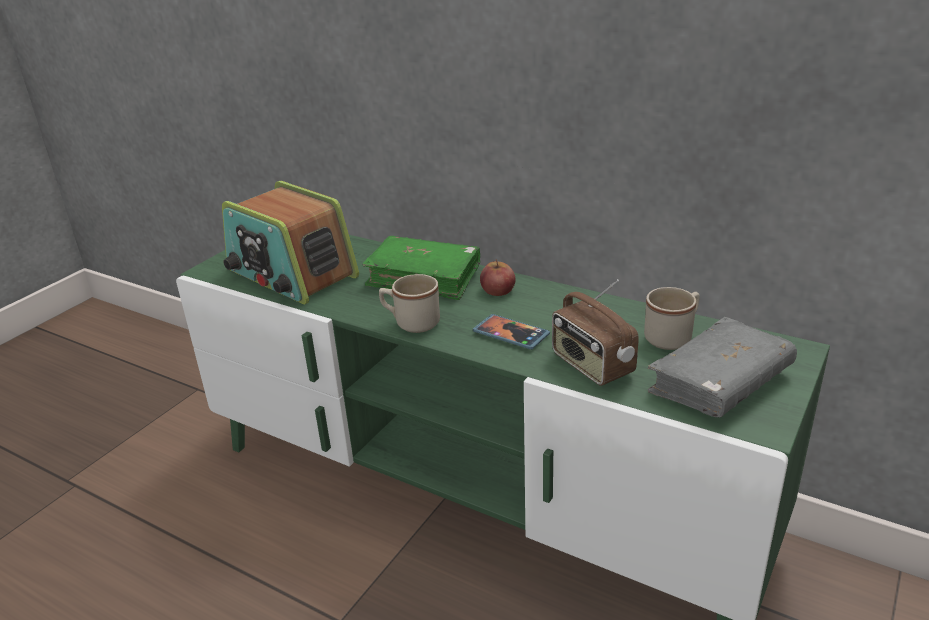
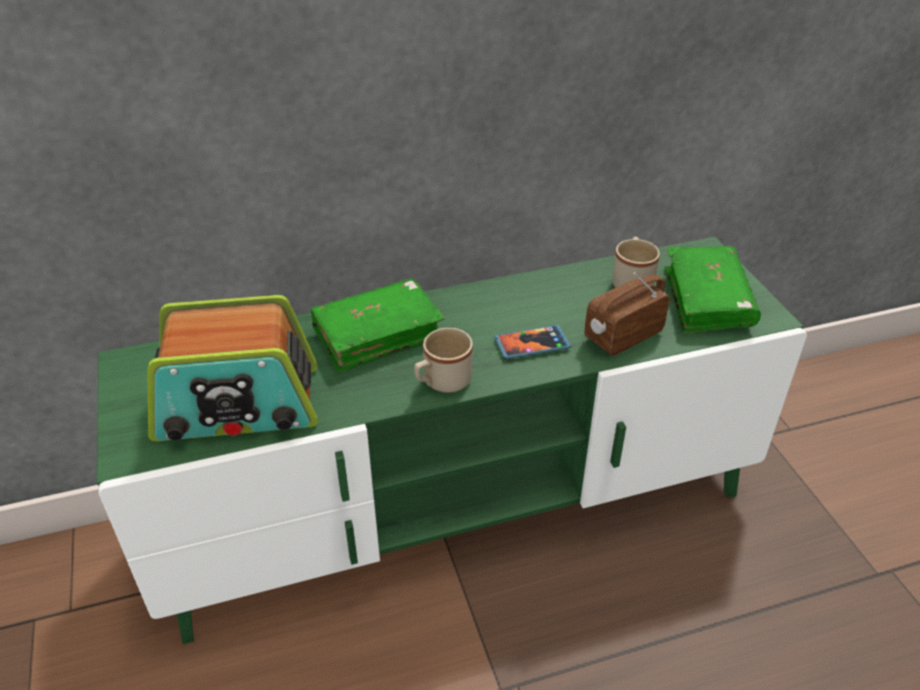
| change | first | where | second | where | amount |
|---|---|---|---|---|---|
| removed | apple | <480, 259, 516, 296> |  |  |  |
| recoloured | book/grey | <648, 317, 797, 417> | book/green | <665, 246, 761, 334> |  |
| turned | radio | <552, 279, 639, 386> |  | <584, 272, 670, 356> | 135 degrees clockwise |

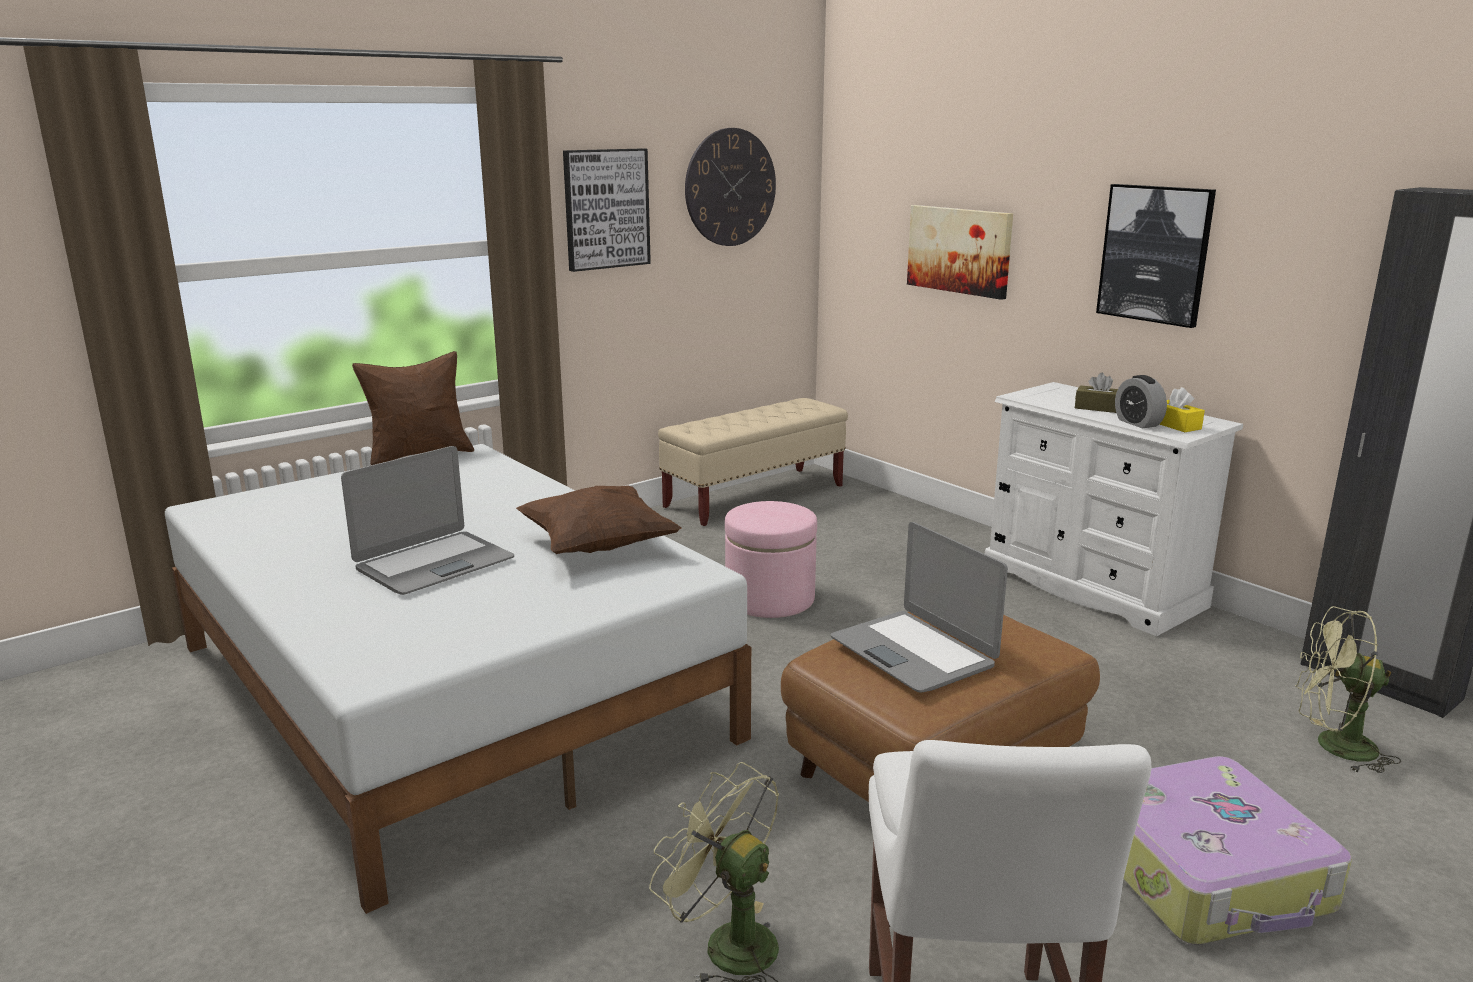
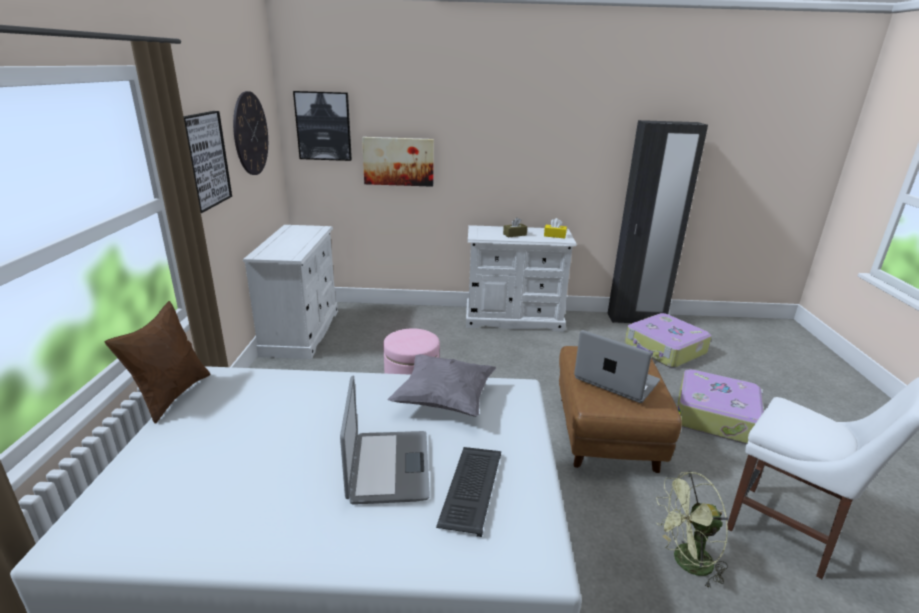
| change | first | where | second | where | amount |
|---|---|---|---|---|---|
| removed | alarm clock | <1115, 375, 1167, 428> |  |  |  |
| added |  |  | keyboard | <436, 447, 501, 537> |  |
| moved | picture | <1096, 184, 1216, 328> |  | <293, 91, 352, 161> |  |
| replaced | bench/beige | <658, 398, 848, 526> | dresser/white | <243, 225, 338, 359> |  |
| replaced | fan/green | <1295, 606, 1401, 773> | suitcase | <625, 313, 712, 368> |  |
| recoloured | pillow/brown | <516, 485, 682, 554> | pillow/grey | <387, 354, 496, 417> |  |
| turned | laptop | <831, 522, 1008, 693> |  | <574, 330, 660, 403> | 150 degrees counterclockwise |

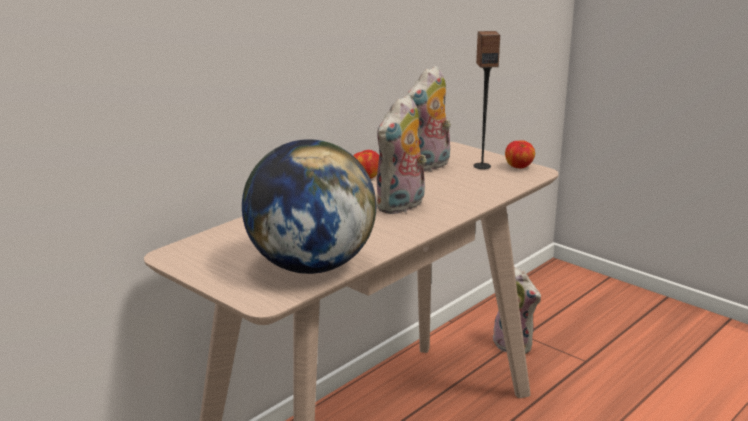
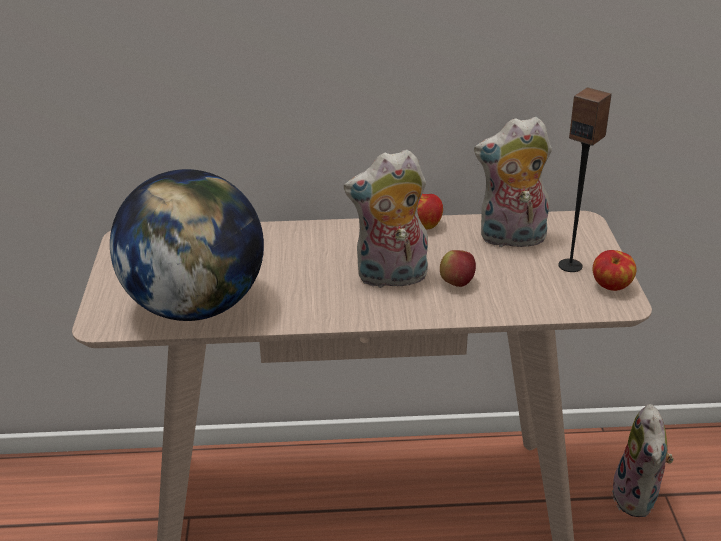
| change | first | where | second | where | amount |
|---|---|---|---|---|---|
| added |  |  | apple | <440, 250, 476, 287> |  |

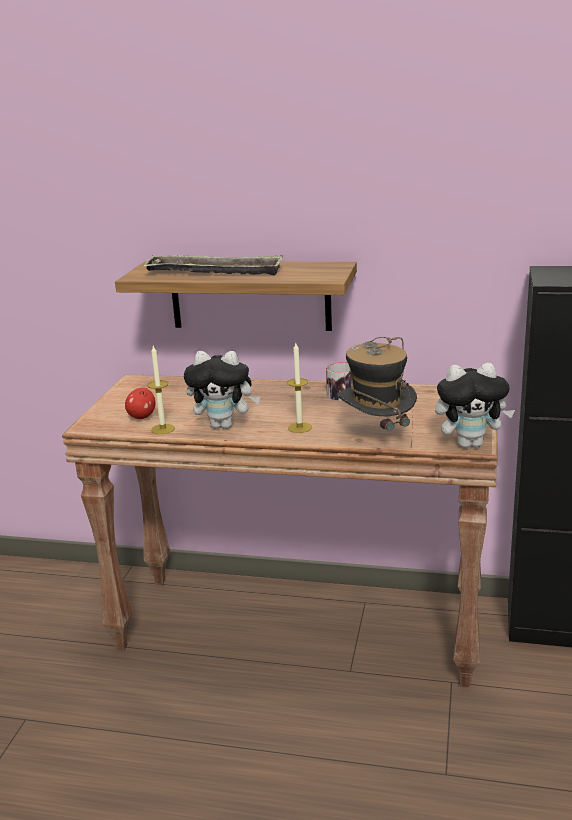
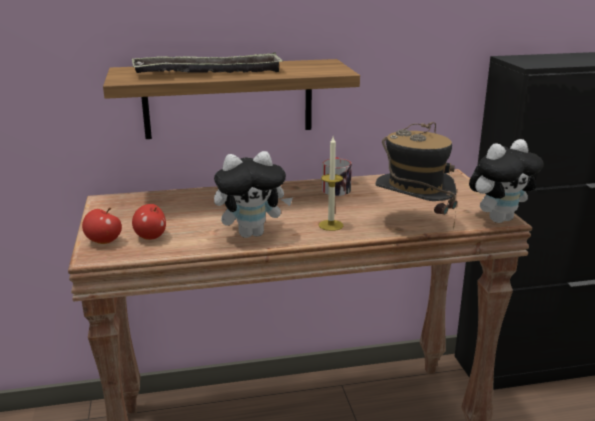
| change | first | where | second | where | amount |
|---|---|---|---|---|---|
| removed | candle | <147, 346, 175, 434> |  |  |  |
| added |  |  | apple | <82, 208, 122, 244> |  |

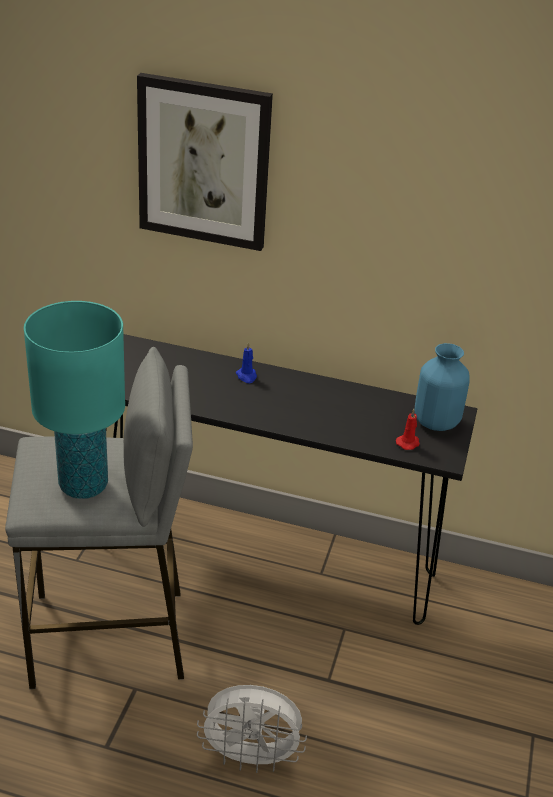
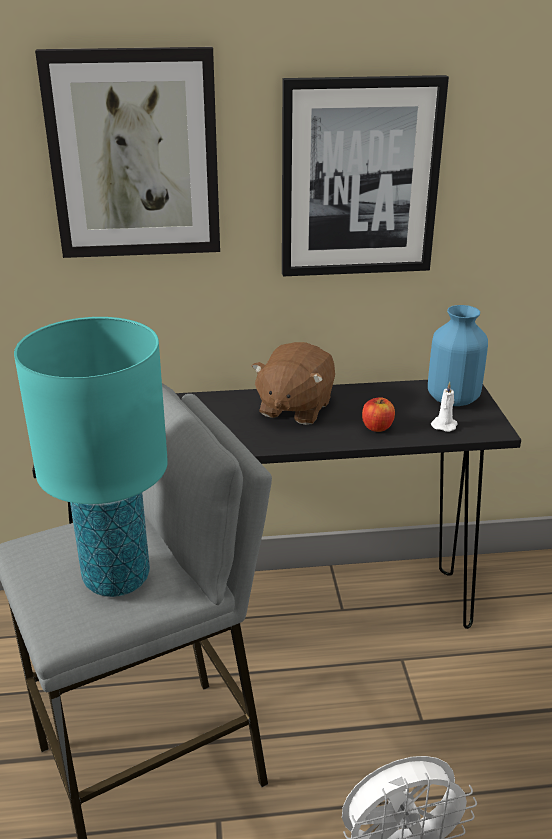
| change | first | where | second | where | amount |
|---|---|---|---|---|---|
| removed | candle/blue | <236, 342, 257, 383> |  |  |  |
| added |  |  | plush toy/brown | <252, 342, 335, 425> |  |
| added |  |  | picture | <282, 75, 449, 276> |  |
| added |  |  | apple | <362, 397, 395, 432> |  |
| recoloured | candle/red | <396, 409, 420, 450> | candle/white | <431, 382, 457, 432> |  |

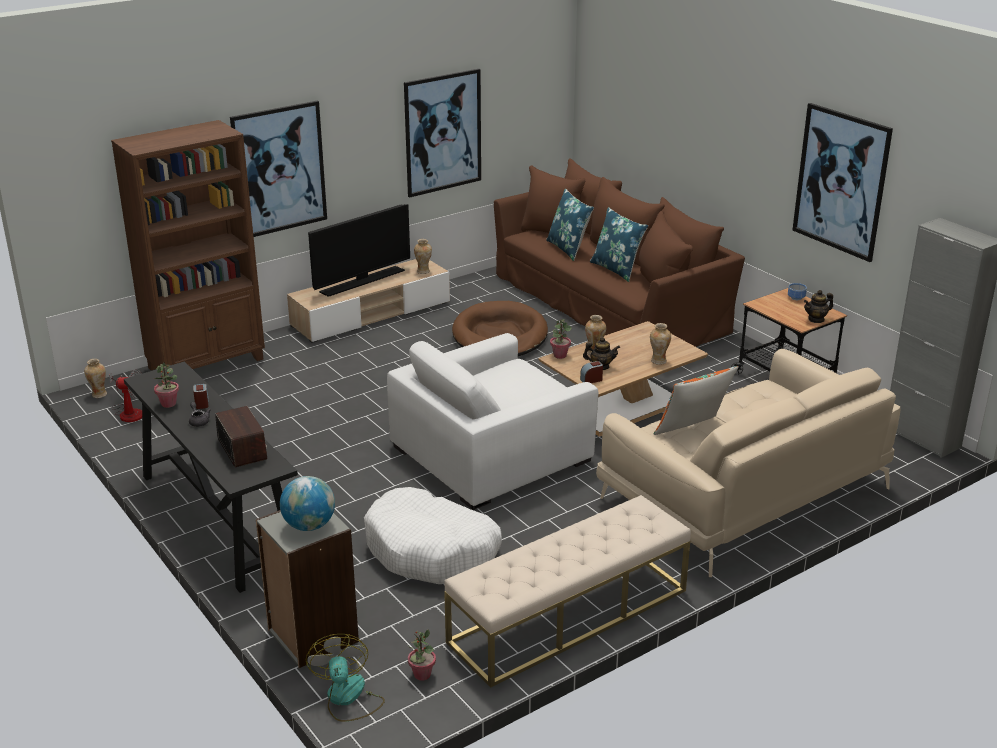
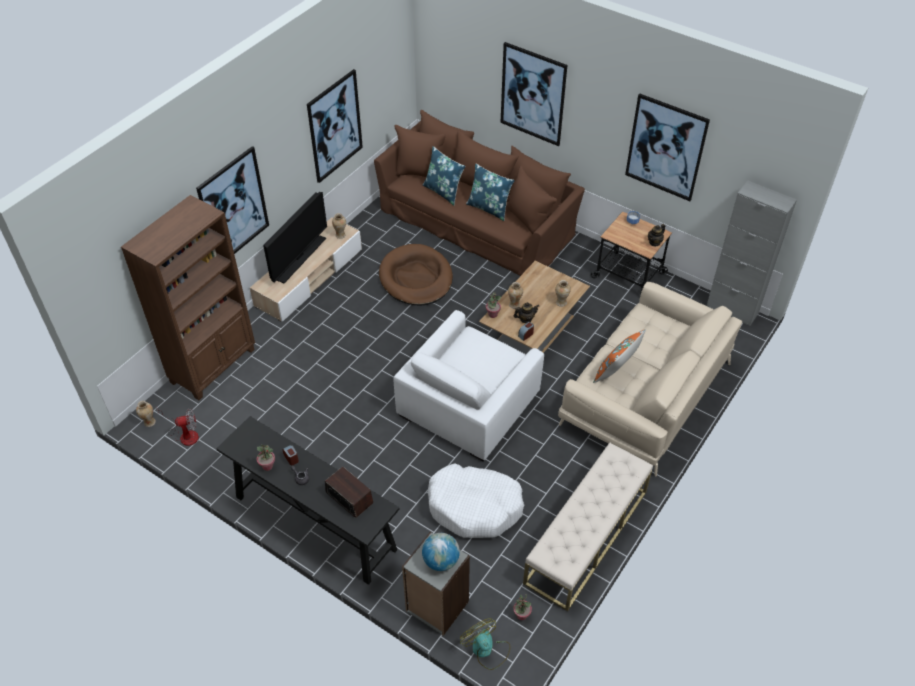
| change | first | where | second | where | amount |
|---|---|---|---|---|---|
| added |  |  | picture | <501, 42, 567, 146> |  |

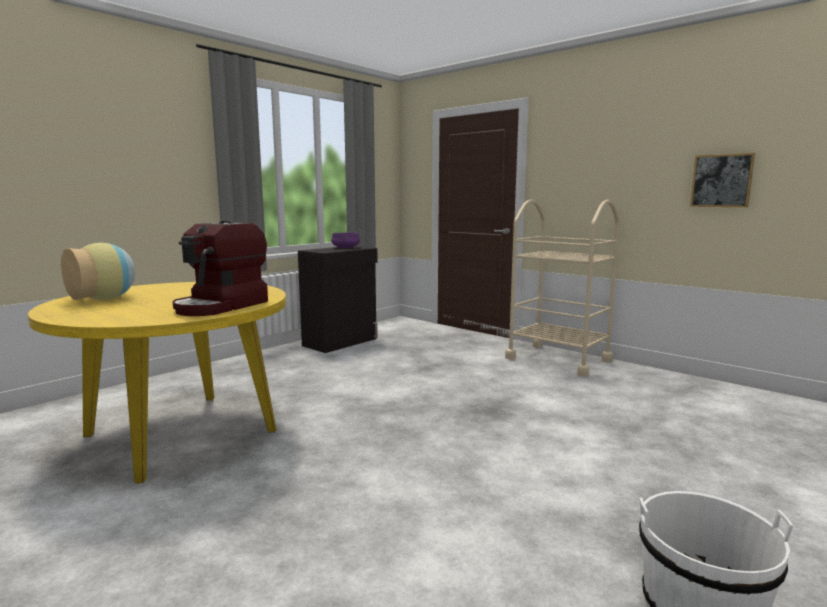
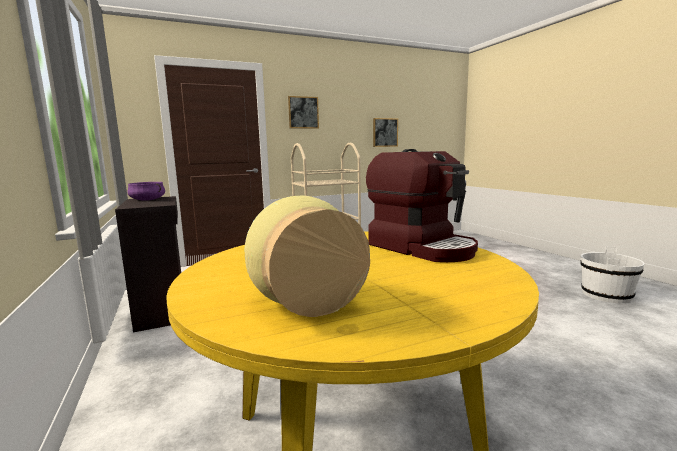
| change | first | where | second | where | amount |
|---|---|---|---|---|---|
| added |  |  | picture | <288, 96, 319, 129> |  |

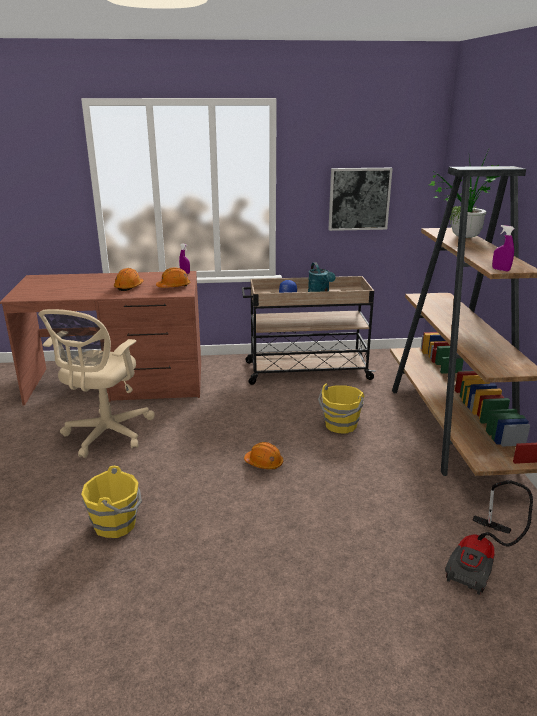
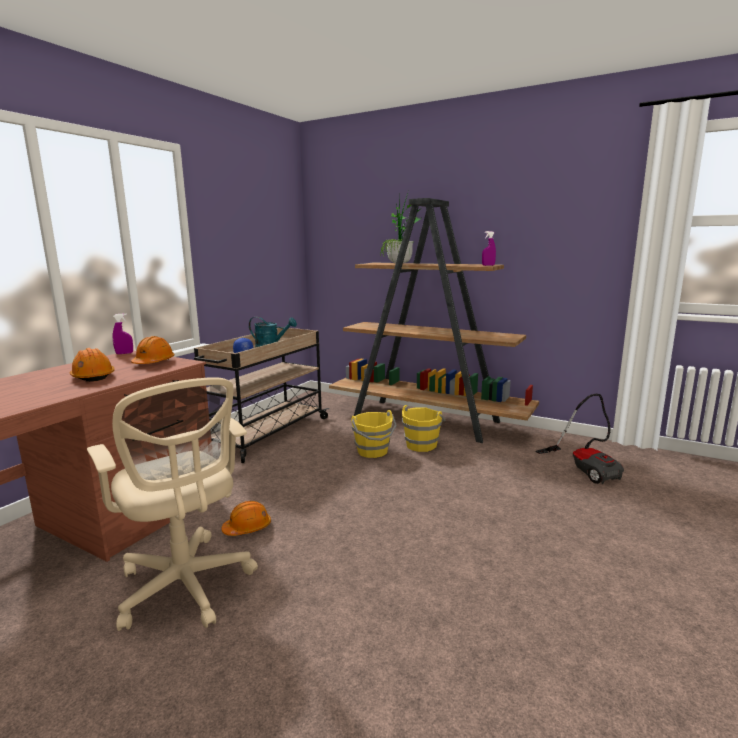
| change | first | where | second | where | amount |
|---|---|---|---|---|---|
| removed | picture | <328, 168, 393, 231> |  |  |  |
| moved | bucket/yellow | <81, 466, 142, 538> |  | <402, 405, 446, 452> |  |
| moved | hard hat/orange | <244, 442, 283, 469> |  | <221, 501, 271, 536> |  |

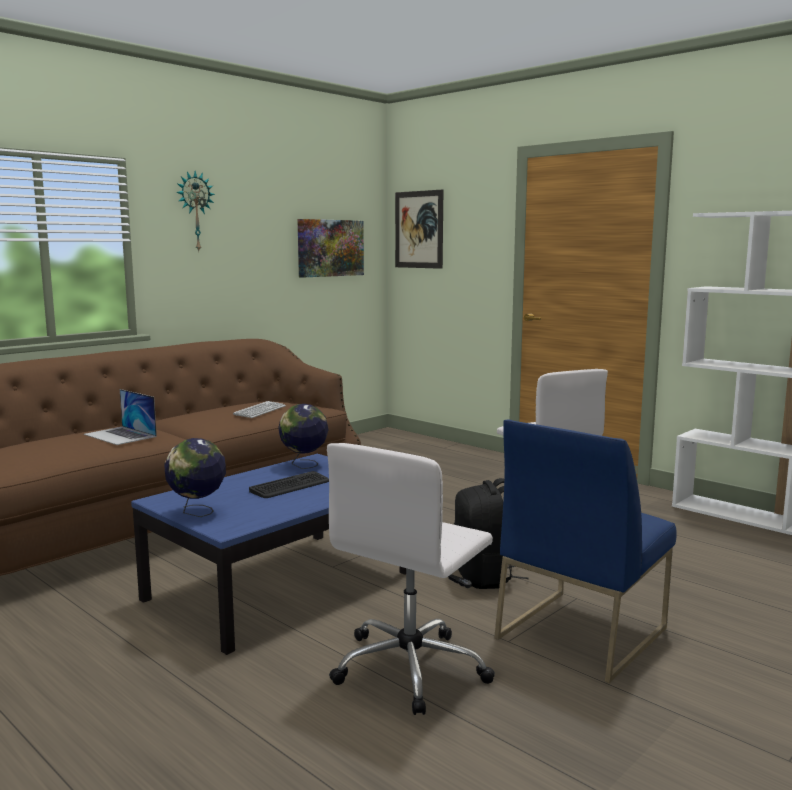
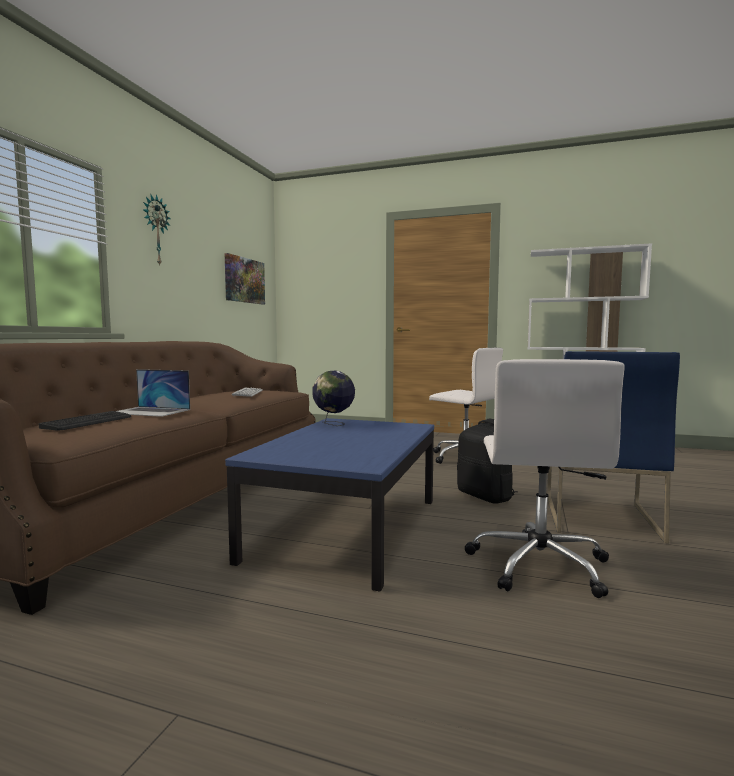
| change | first | where | second | where | amount |
|---|---|---|---|---|---|
| removed | globe | <164, 438, 226, 517> |  |  |  |
| removed | picture | <395, 189, 443, 269> |  |  |  |
| moved | keyboard | <249, 471, 329, 498> |  | <39, 411, 131, 431> |  |

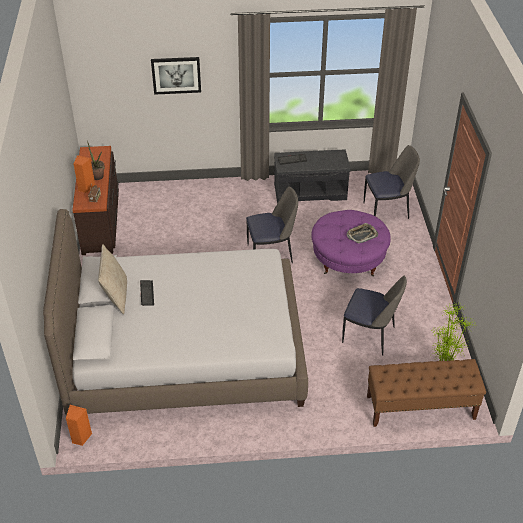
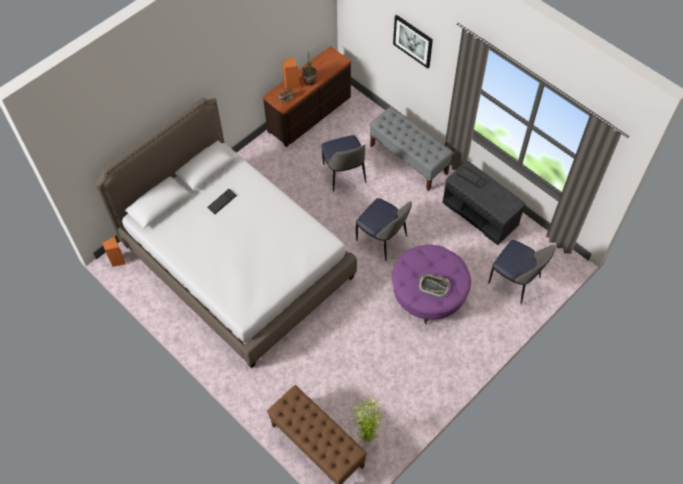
| change | first | where | second | where | amount |
|---|---|---|---|---|---|
| removed | pillow/beige | <98, 244, 127, 314> |  |  |  |
| added |  |  | bench/grey | <369, 106, 453, 191> |  |
| moved | chair | <342, 275, 407, 356> |  | <322, 135, 366, 192> |  |

